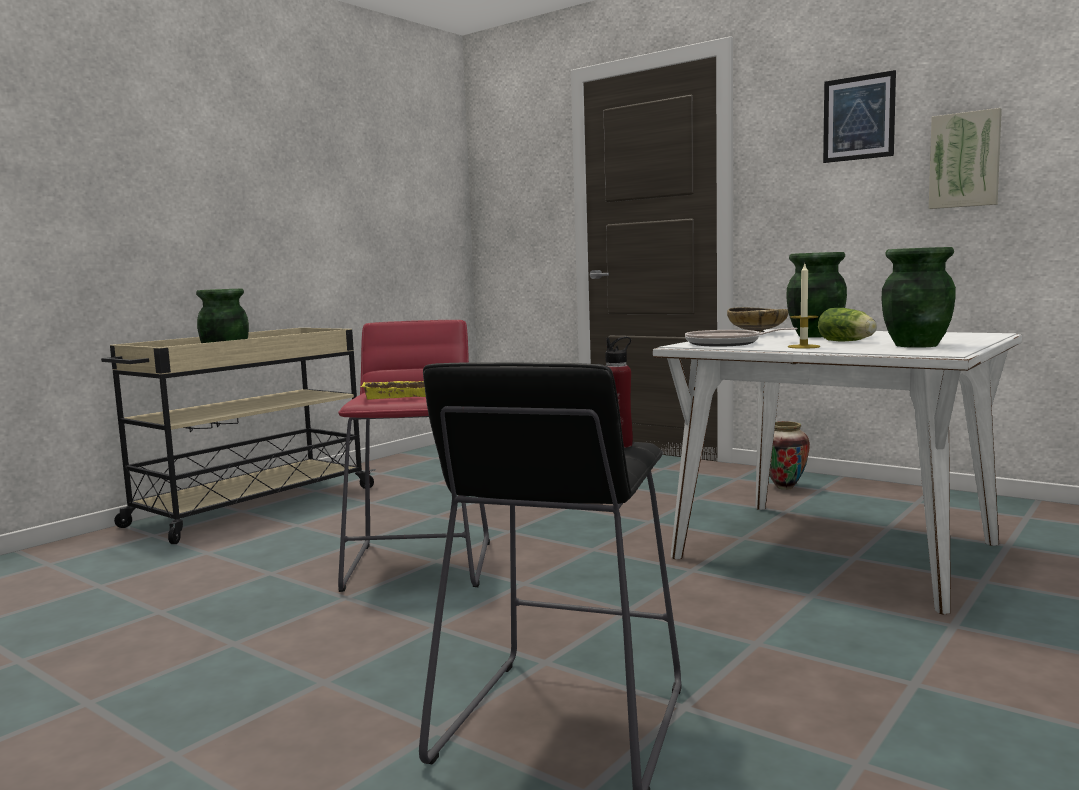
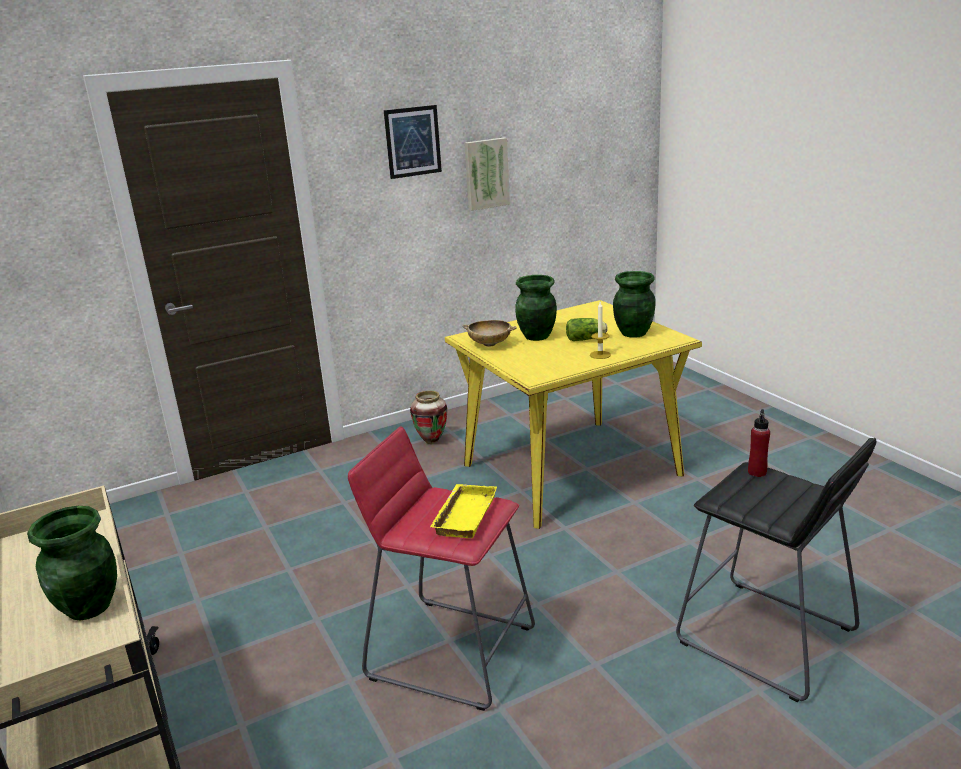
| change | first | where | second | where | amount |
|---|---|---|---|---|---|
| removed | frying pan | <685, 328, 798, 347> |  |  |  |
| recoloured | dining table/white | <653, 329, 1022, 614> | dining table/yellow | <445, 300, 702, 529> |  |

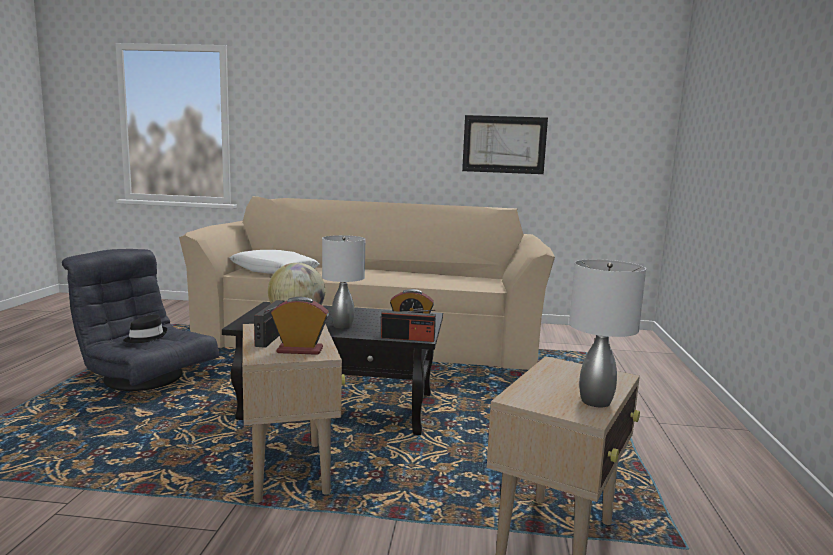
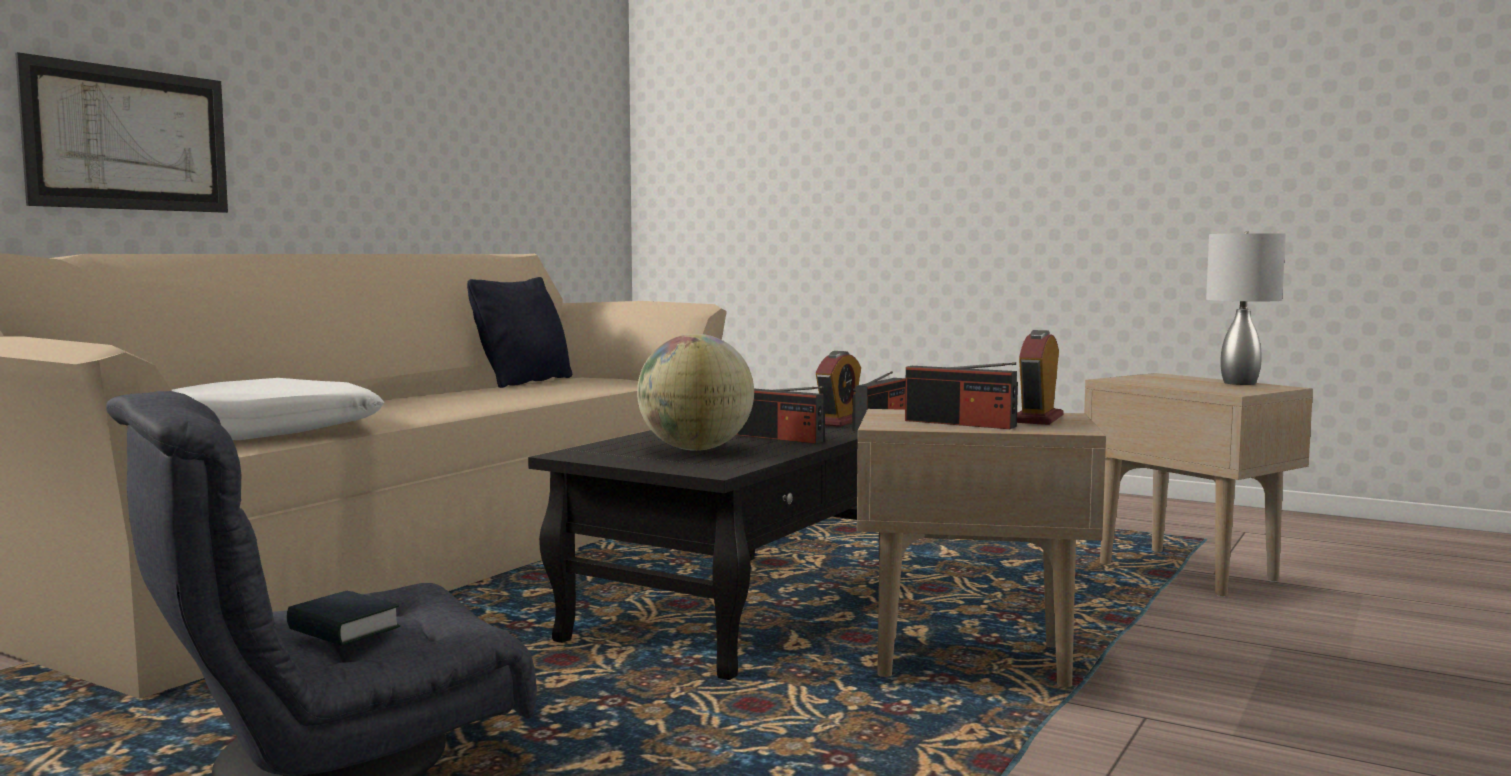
| change | first | where | second | where | amount |
|---|---|---|---|---|---|
| added |  |  | pillow/black | <467, 277, 572, 388> |  |
| moved | picture | <462, 115, 548, 174> |  | <15, 52, 228, 213> |  |
| replaced | hat/black | <123, 315, 167, 343> | book | <287, 591, 400, 646> |  |
| replaced | table lamp/grey | <322, 235, 365, 329> | radio | <736, 386, 825, 444> |  |

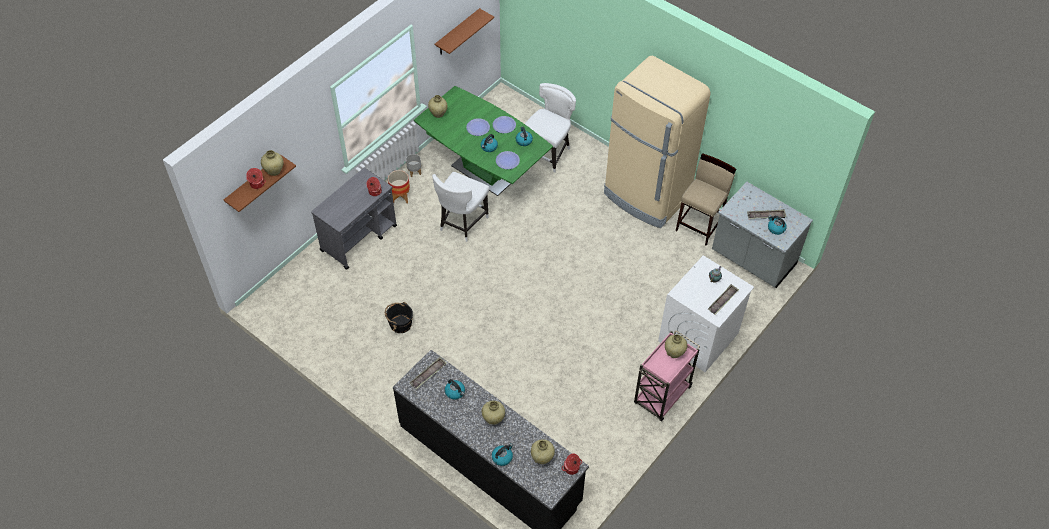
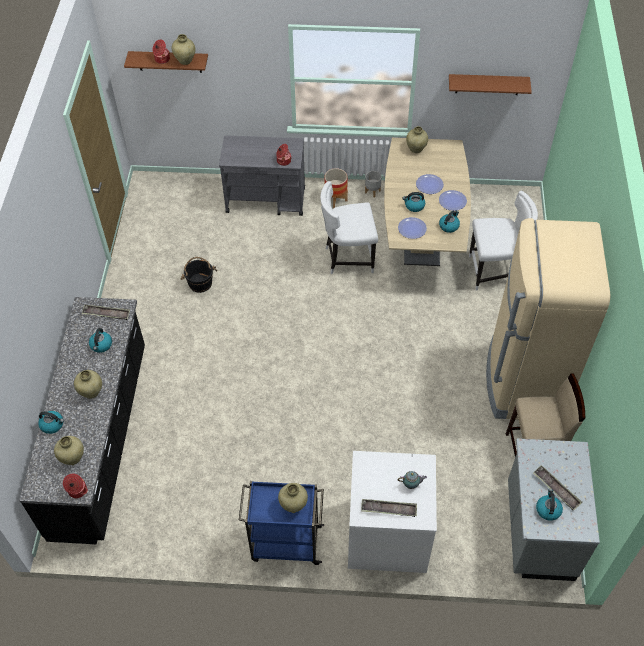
| change | first | where | second | where | amount |
|---|---|---|---|---|---|
| recoloured | dining table/green | <414, 86, 553, 196> | dining table/beige | <384, 138, 471, 266> |  |
| recoloured | cart/pink | <634, 330, 700, 421> | cart/blue | <239, 481, 324, 565> |  |

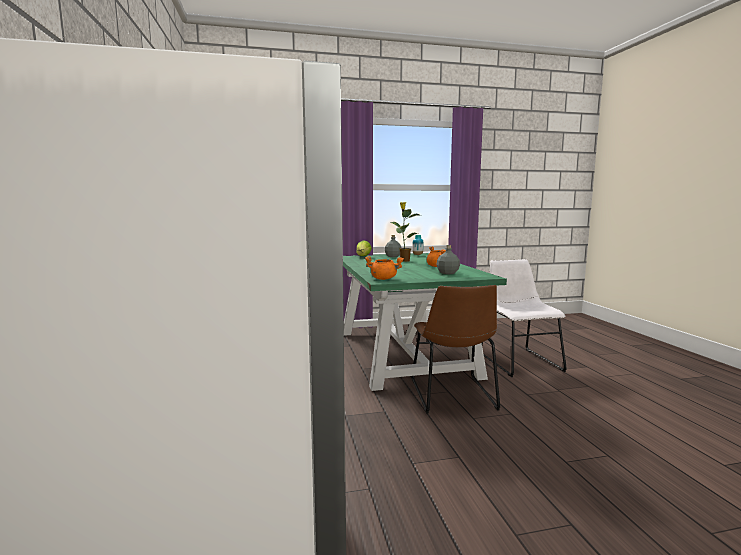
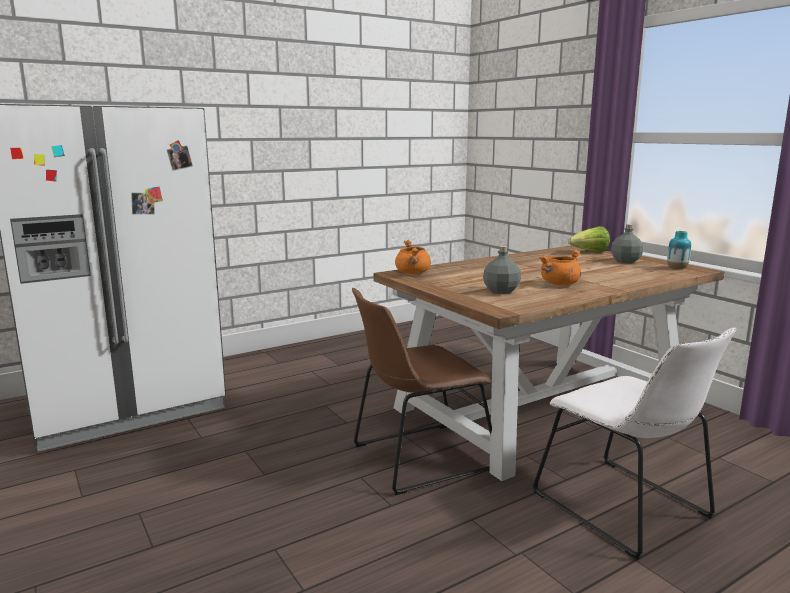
| change | first | where | second | where | amount |
|---|---|---|---|---|---|
| removed | potted plant | <390, 202, 421, 262> |  |  |  |
| recoloured | dining table/green | <343, 253, 507, 391> | dining table/brown | <373, 245, 724, 481> |  |
| turned | chair/white | <482, 259, 567, 377> |  | <533, 328, 737, 560> | 90 degrees clockwise |

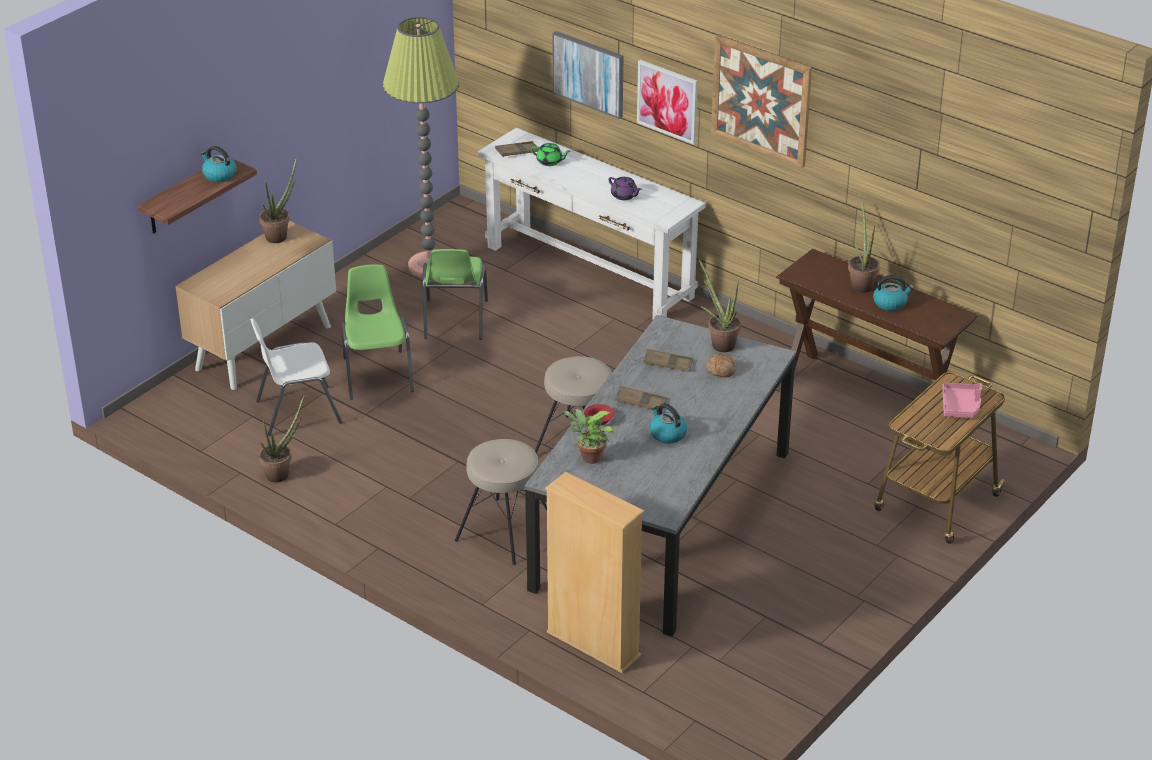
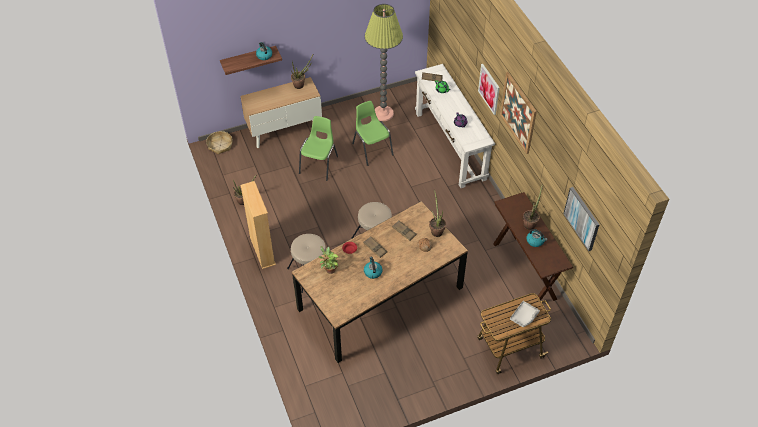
| change | first | where | second | where | amount |
|---|---|---|---|---|---|
| removed | chair/white | <250, 318, 342, 436> |  |  |  |
| added |  |  | basket | <206, 131, 233, 154> |  |
| moved | bookcase/beige | <545, 472, 645, 673> |  | <240, 181, 276, 269> |  |
| moved | picture | <552, 31, 624, 119> |  | <563, 187, 600, 251> |  |
| recoloured | dining table/grey | <525, 315, 796, 637> | dining table/brown | <292, 201, 468, 363> |  |
| recoloured | tray/pink | <942, 383, 982, 418> | tray/grey | <510, 301, 540, 327> |  |
| turned | chair/green | <422, 249, 488, 340> |  | <352, 101, 393, 166> | 120 degrees clockwise |

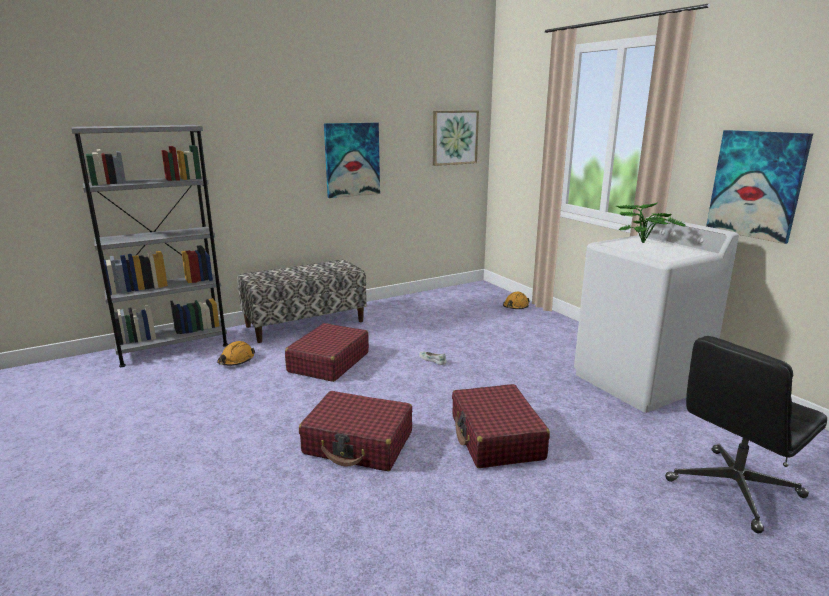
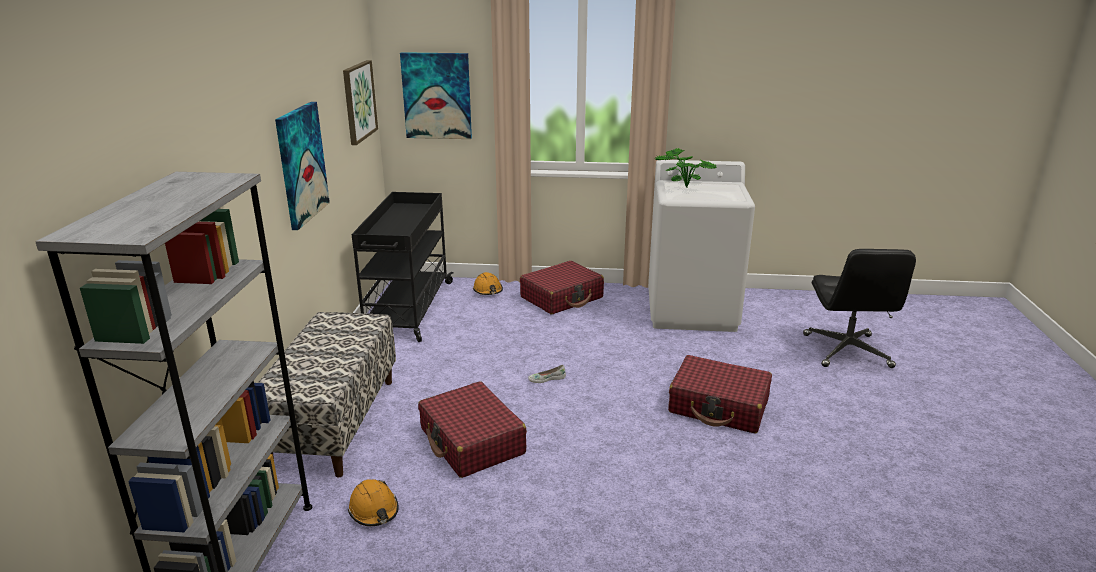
| change | first | where | second | where | amount |
|---|---|---|---|---|---|
| added |  |  | cart/black | <352, 192, 454, 342> |  |
| moved | suitcase/red | <299, 391, 412, 471> |  | <520, 261, 604, 314> |  |
| moved | picture | <706, 130, 813, 244> |  | <400, 52, 472, 139> |  |

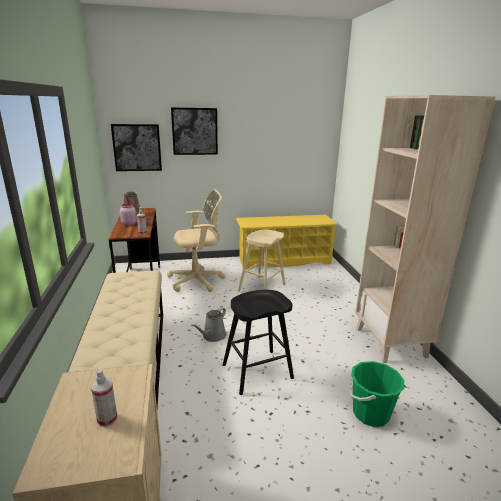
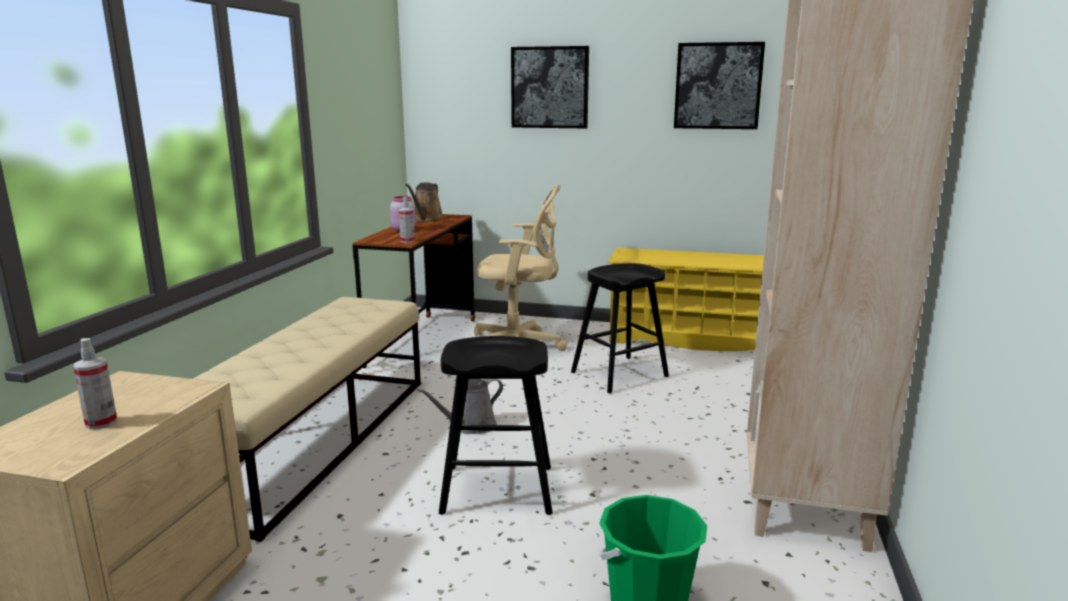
| change | first | where | second | where | amount |
|---|---|---|---|---|---|
| moved | picture | <111, 124, 162, 171> |  | <674, 42, 765, 129> |  |
| recoloured | stool/beige | <238, 230, 286, 292> | stool/black | <571, 263, 669, 393> |  |

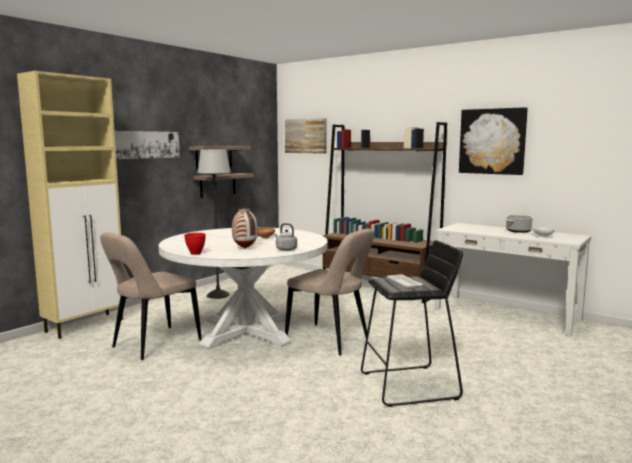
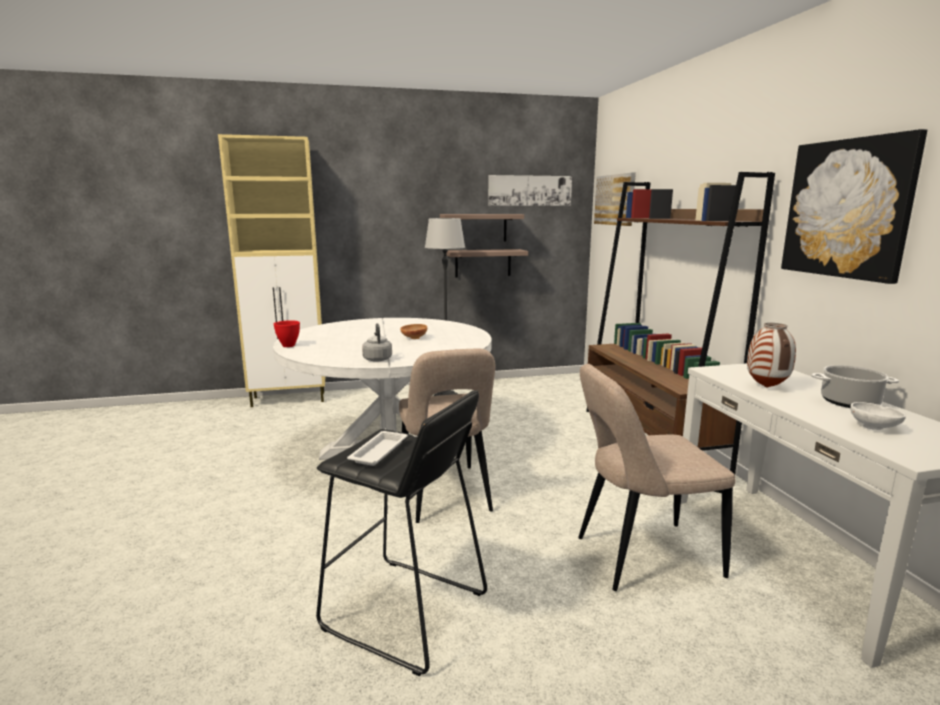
| change | first | where | second | where | amount |
|---|---|---|---|---|---|
| moved | chair/beige | <100, 232, 202, 360> |  | <578, 364, 735, 591> |  |
| moved | picture | <115, 131, 180, 159> |  | <488, 175, 572, 206> |  |
| moved | vase | <232, 209, 258, 249> |  | <747, 323, 796, 388> |  |

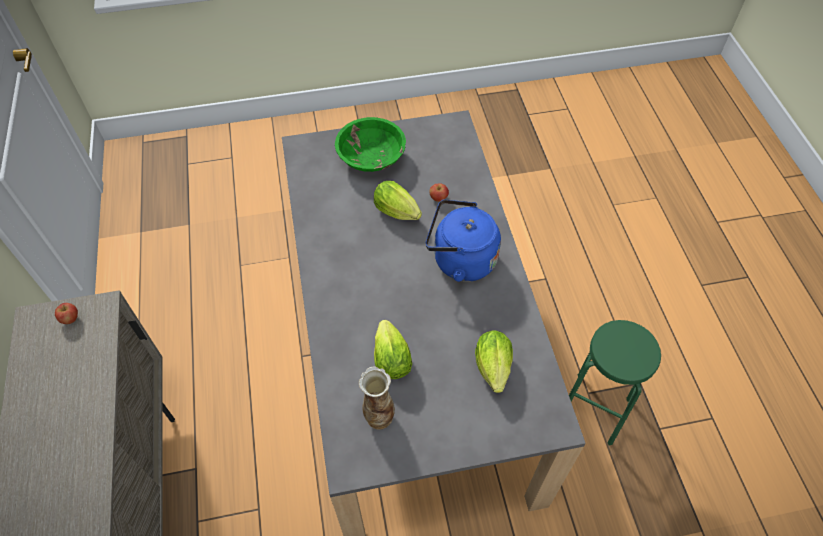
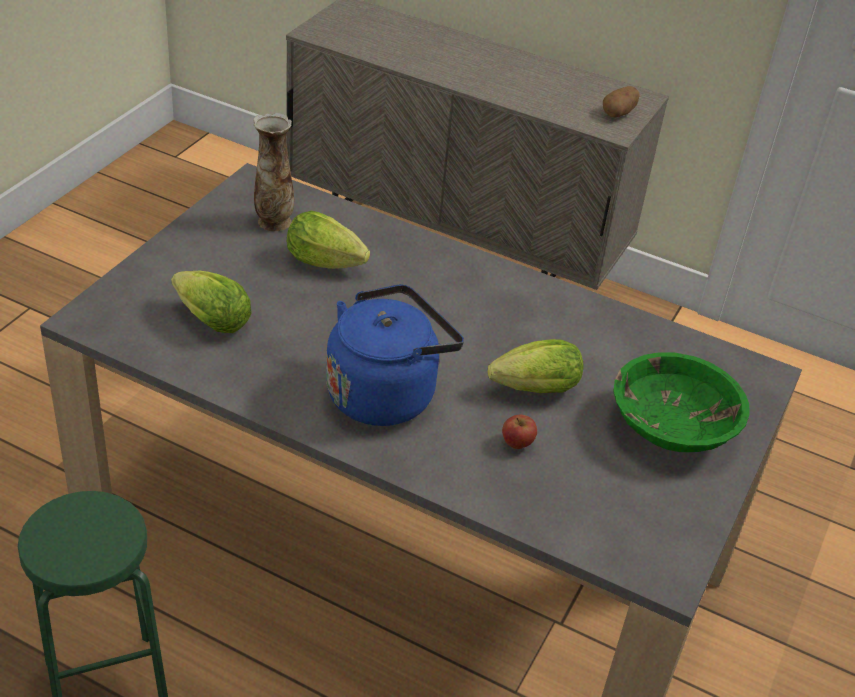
| change | first | where | second | where | amount |
|---|---|---|---|---|---|
| replaced | apple | <55, 303, 78, 324> | potato | <603, 86, 640, 117> |  |

